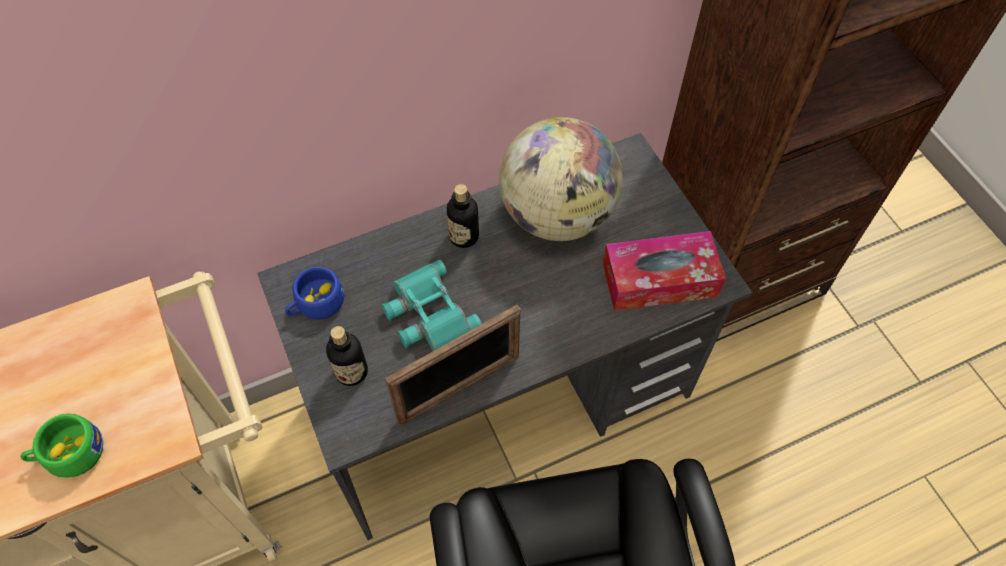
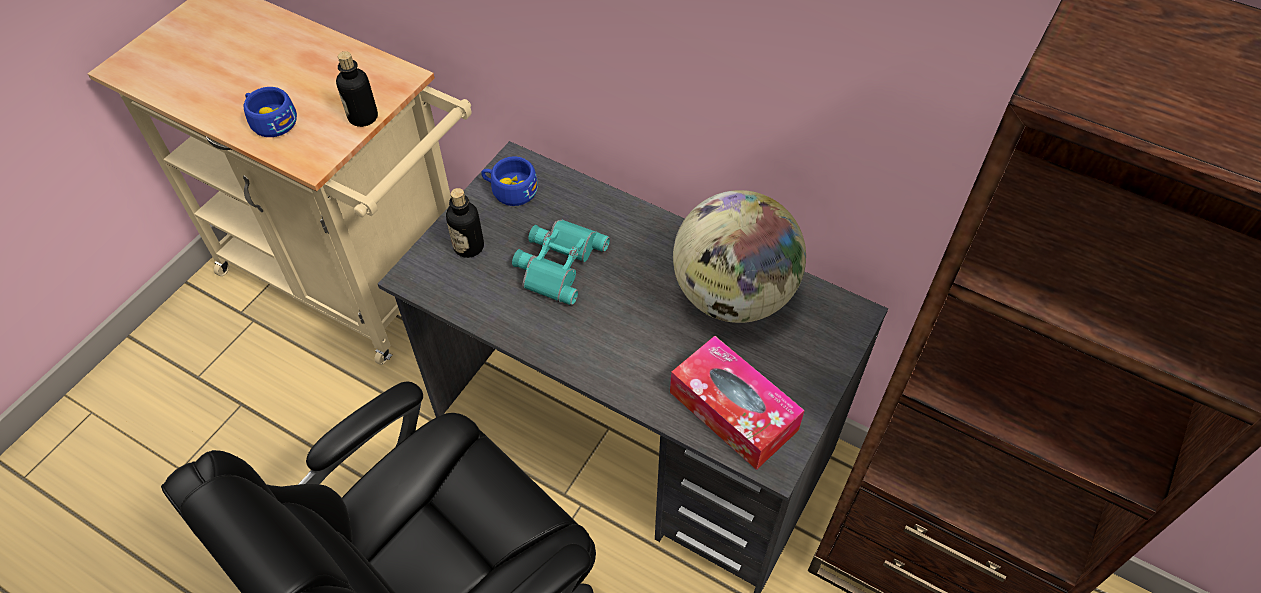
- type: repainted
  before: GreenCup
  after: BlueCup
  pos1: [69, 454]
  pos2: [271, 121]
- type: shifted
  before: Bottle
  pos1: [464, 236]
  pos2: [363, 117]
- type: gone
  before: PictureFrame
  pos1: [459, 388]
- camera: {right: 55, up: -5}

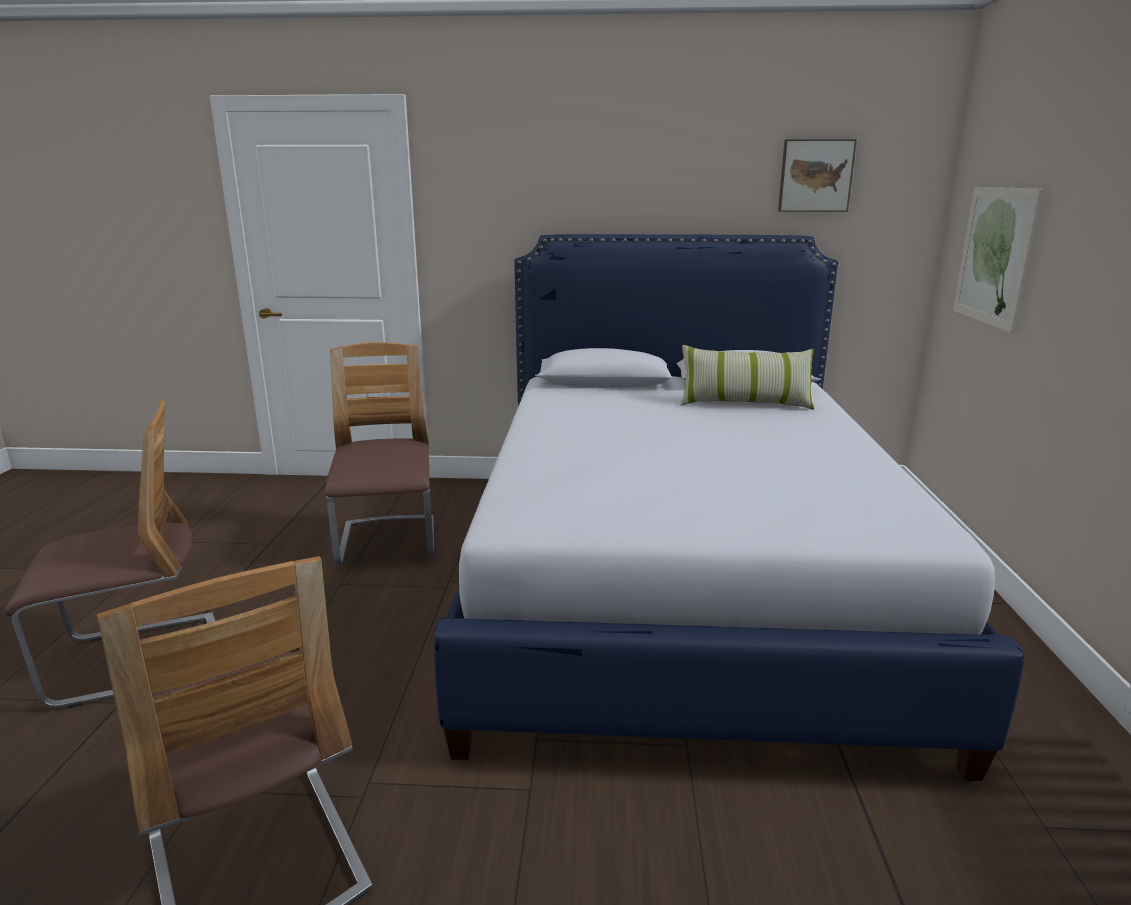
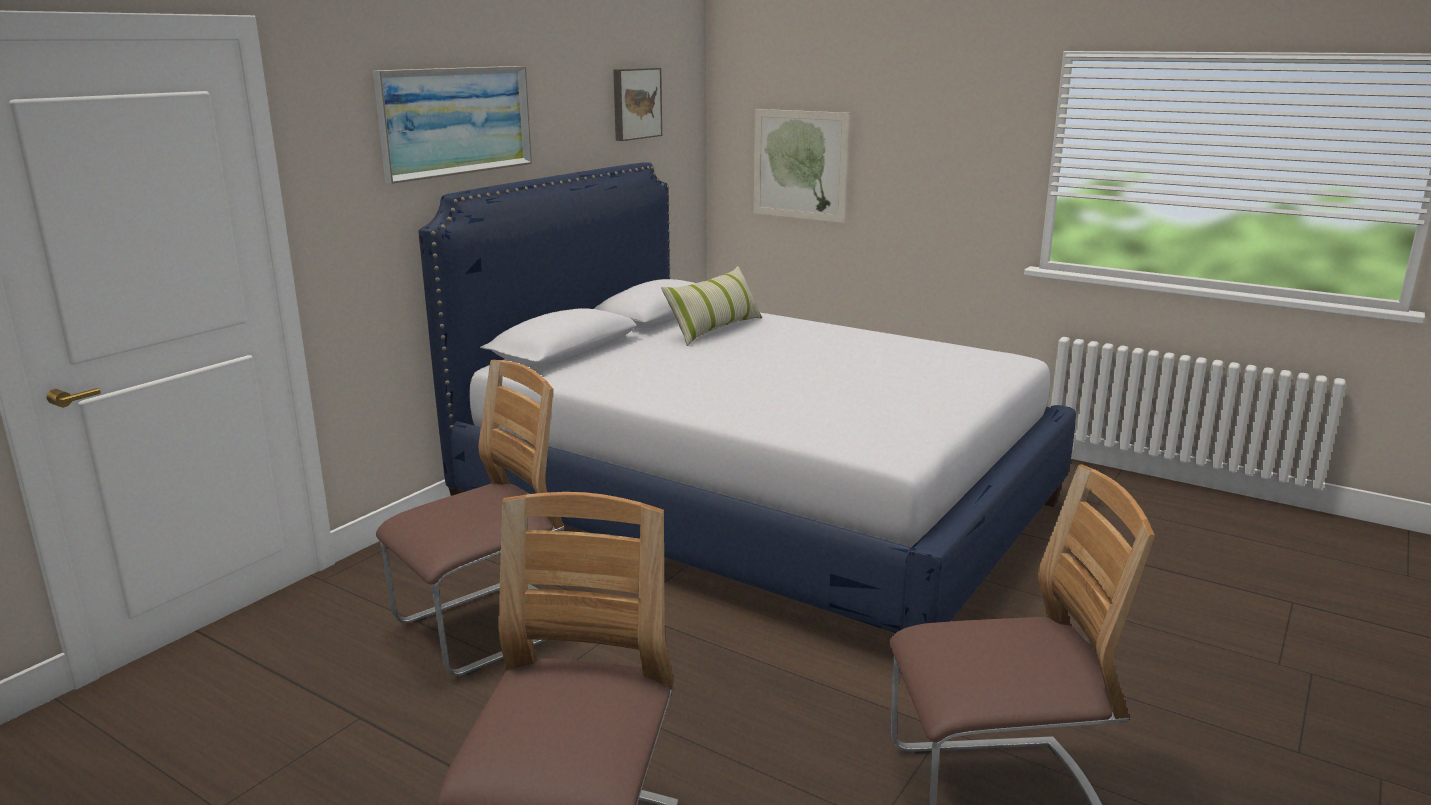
- type: new
  after: Picture
  pos2: [456, 121]
- type: rotated
  before: Chair
  pos1: [388, 543]
  pos2: [485, 628]
  turn: 120
- camera: {right: -60, up: 0}

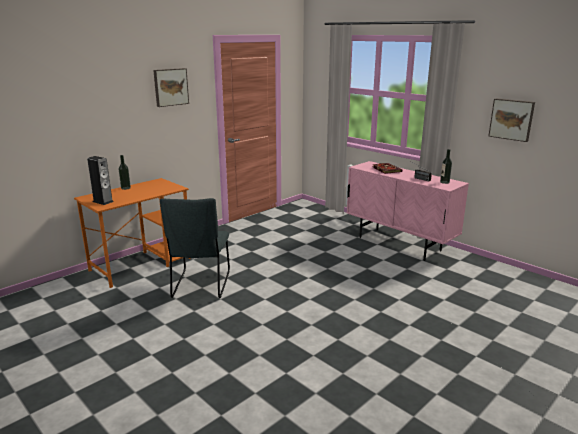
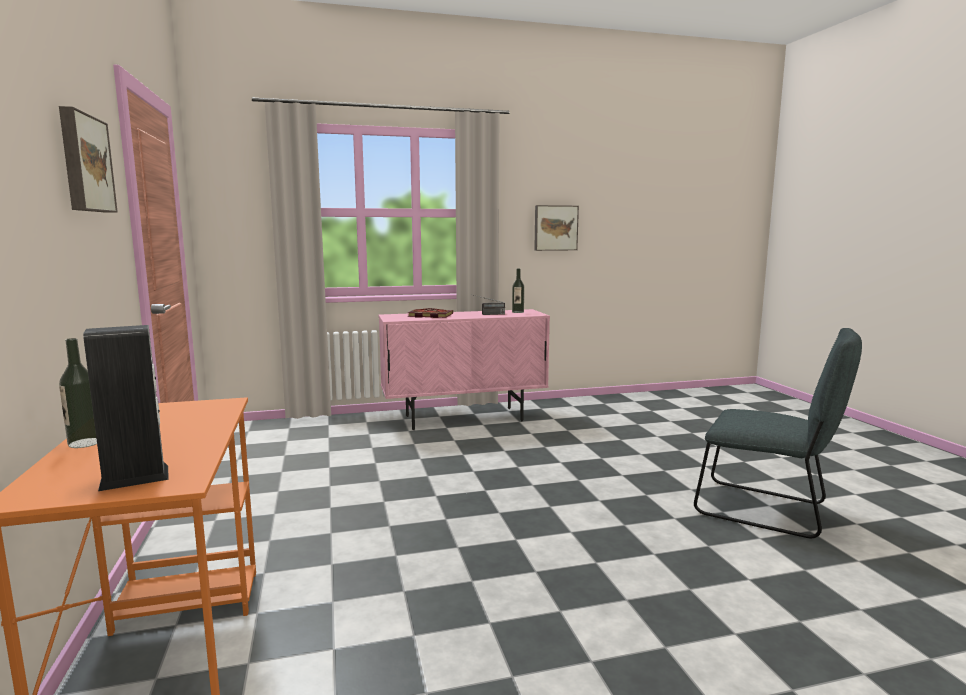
- type: shifted
  before: GreyChair
  pos1: [200, 286]
  pos2: [767, 510]
- camera: {right: -60, up: -10}

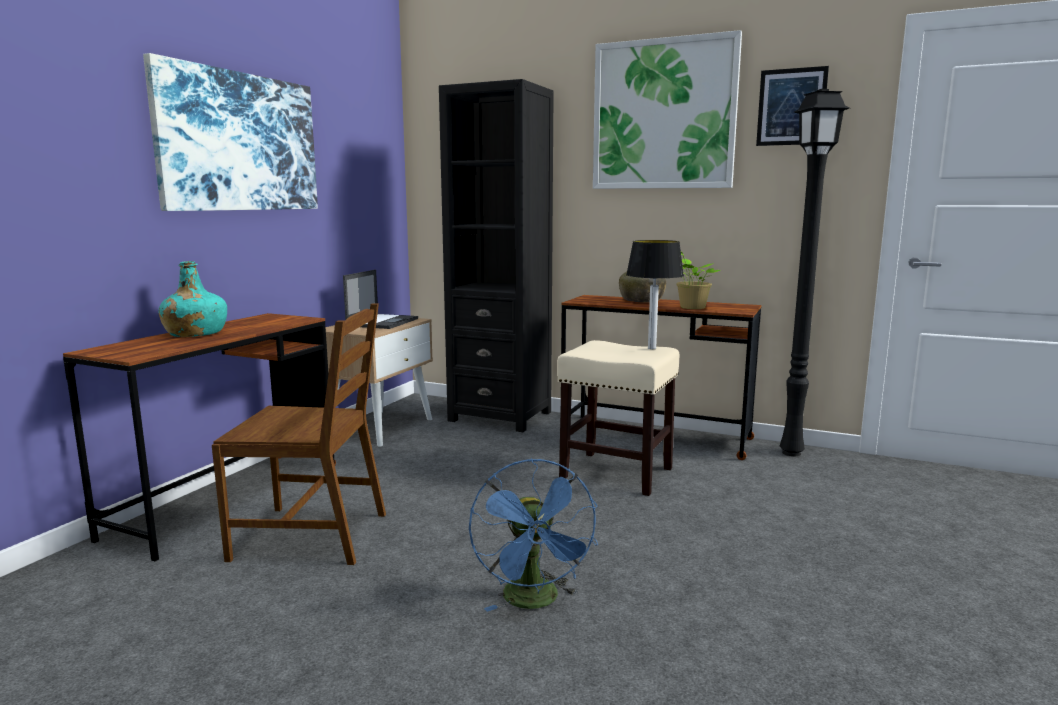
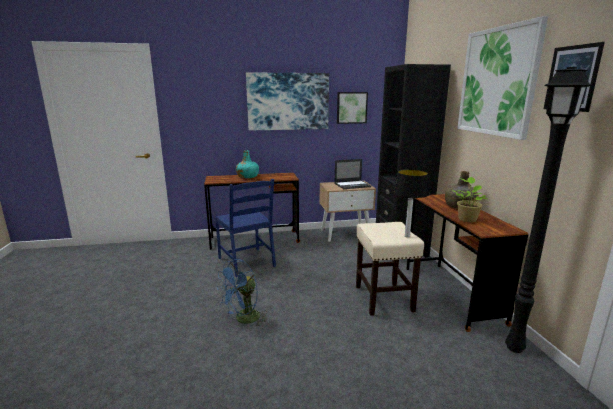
- type: repainted
  before: BrownChair
  after: BlueChair
  pos1: [313, 535]
  pos2: [247, 262]
- type: new
  after: Picture
  pos2: [351, 107]
- camera: {right: 55, up: 5}

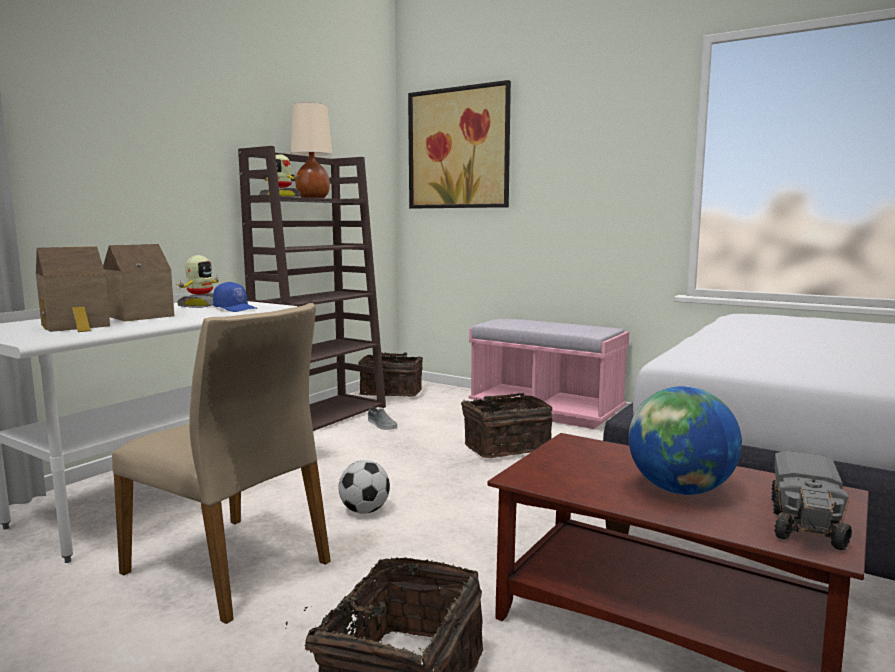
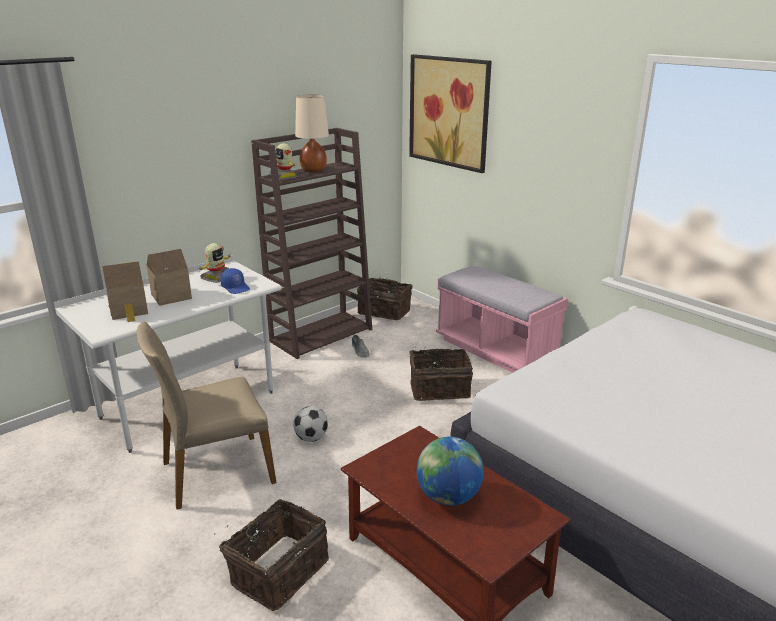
- type: rotated
  before: BeigeChair
  pos1: [231, 566]
  pos2: [216, 471]
  turn: 105
- type: gone
  before: ToyTruck
  pos1: [806, 522]
- camera: {right: 15, up: 15}

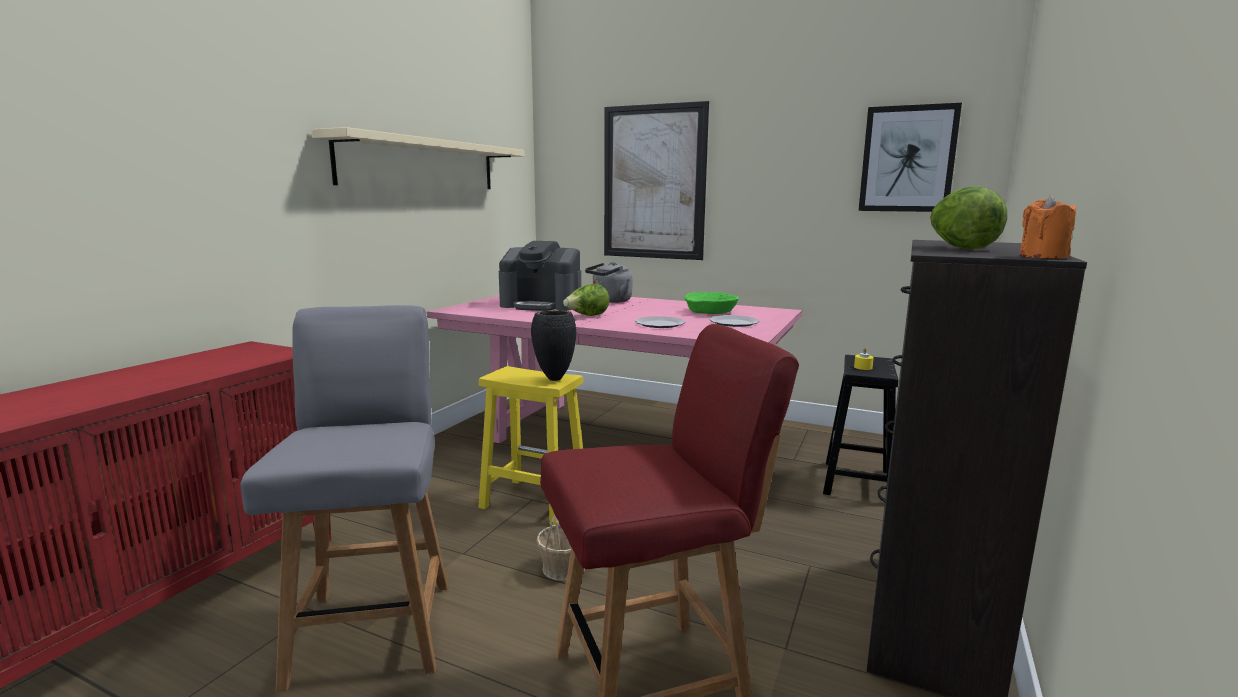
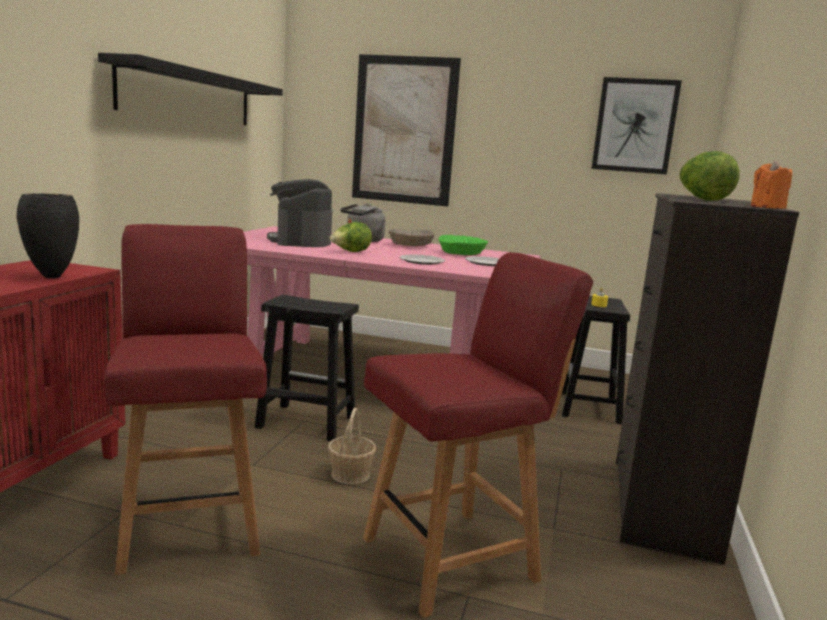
- type: shifted
  before: BlackVase
  pos1: [554, 379]
  pos2: [51, 277]
- type: repainted
  before: BeigeShelf
  after: BlackShelf
  pos1: [421, 164]
  pos2: [189, 96]
- type: repainted
  before: GreyChair
  after: RedChair
  pos1: [374, 628]
  pos2: [189, 524]
- type: repainted
  before: YellowStool
  after: BlackStool
  pos1: [532, 501]
  pos2: [305, 422]
- type: rotated
  before: CoffeeMachine
  pos1: [542, 305]
  pos2: [300, 241]
  turn: 75
- type: new
  after: BeigeBowl
  pos2: [410, 245]
- camera: {right: -10, up: 0}

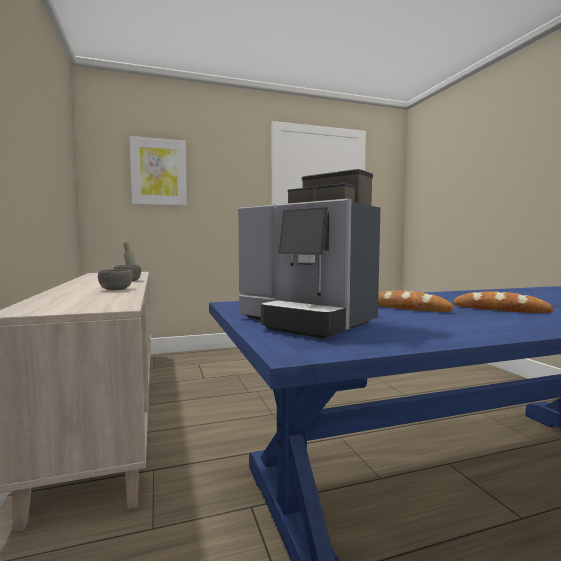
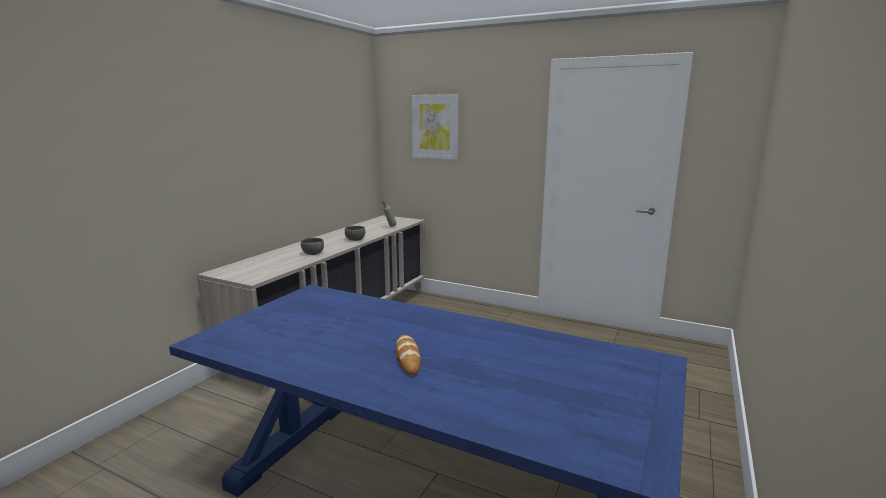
- type: gone
  before: CoffeeMachine
  pos1: [307, 322]
- type: gone
  before: Bread
  pos1: [408, 308]
- camera: {right: 45, up: 10}

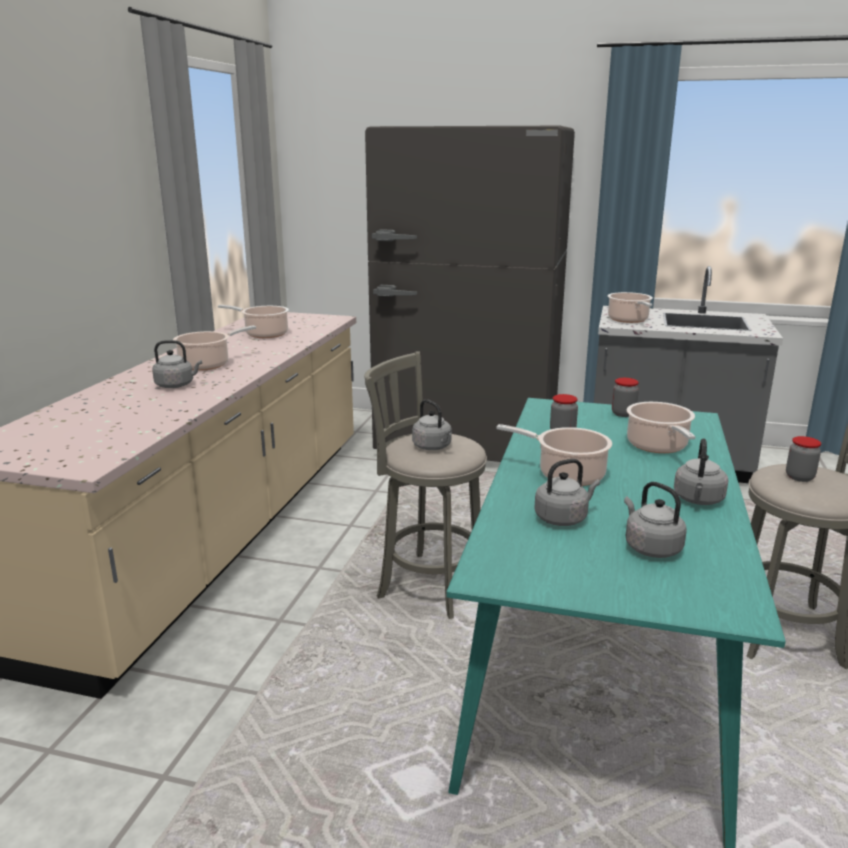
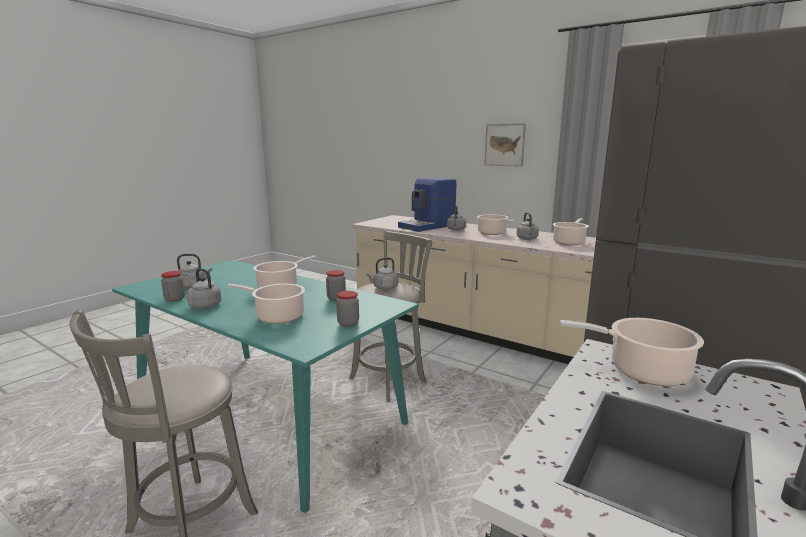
- type: shifted
  before: Jar
  pos1: [799, 477]
  pos2: [174, 299]
- type: new
  after: CoffeeMachine
  pos2: [428, 226]
- type: new
  after: Picture
  pos2: [504, 145]
- type: shifted
  before: GreyKettle
  pos1: [563, 518]
  pos2: [527, 239]
- camera: {right: 110, up: -5}

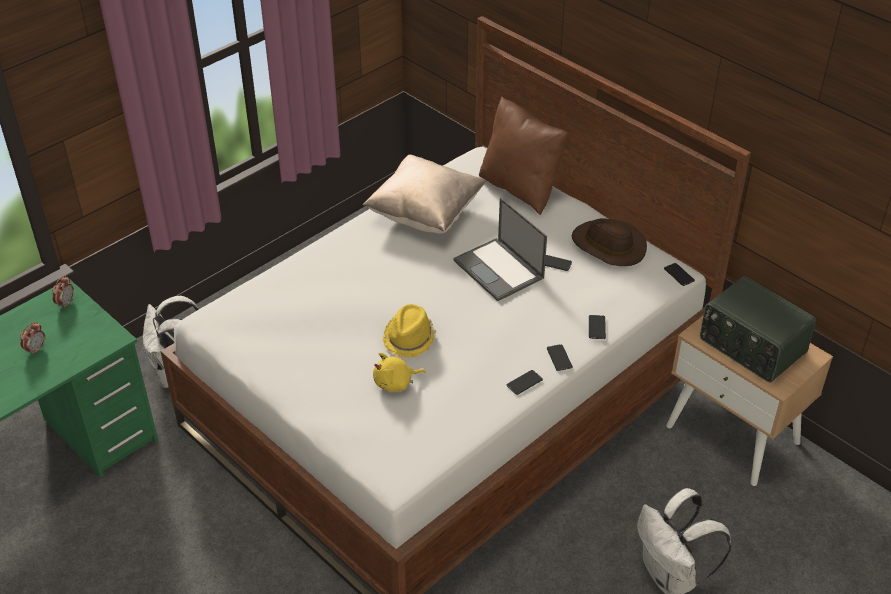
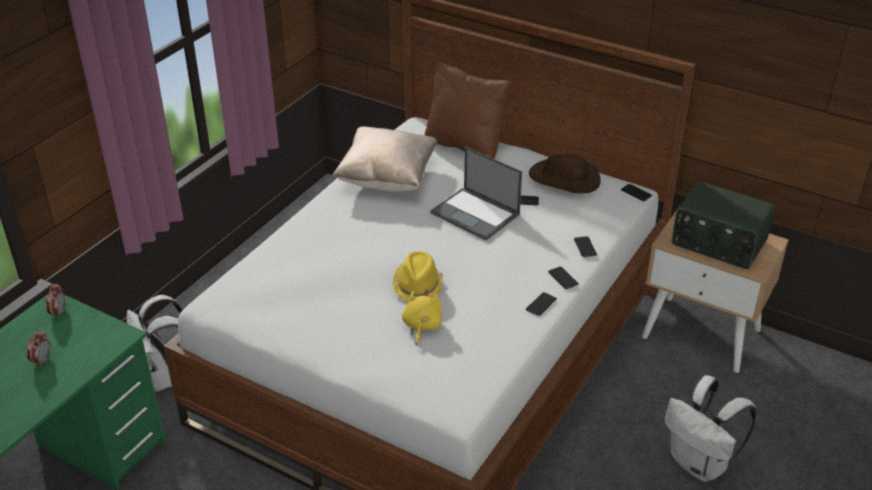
- type: rotated
  before: YellowPlushToy
  pos1: [395, 383]
  pos2: [421, 326]
  turn: 135
- camera: {right: -15, up: -5}

